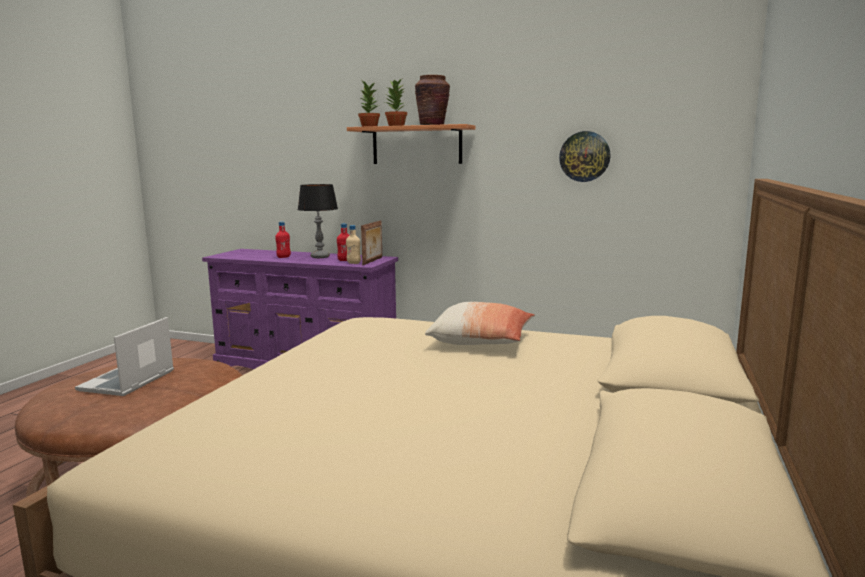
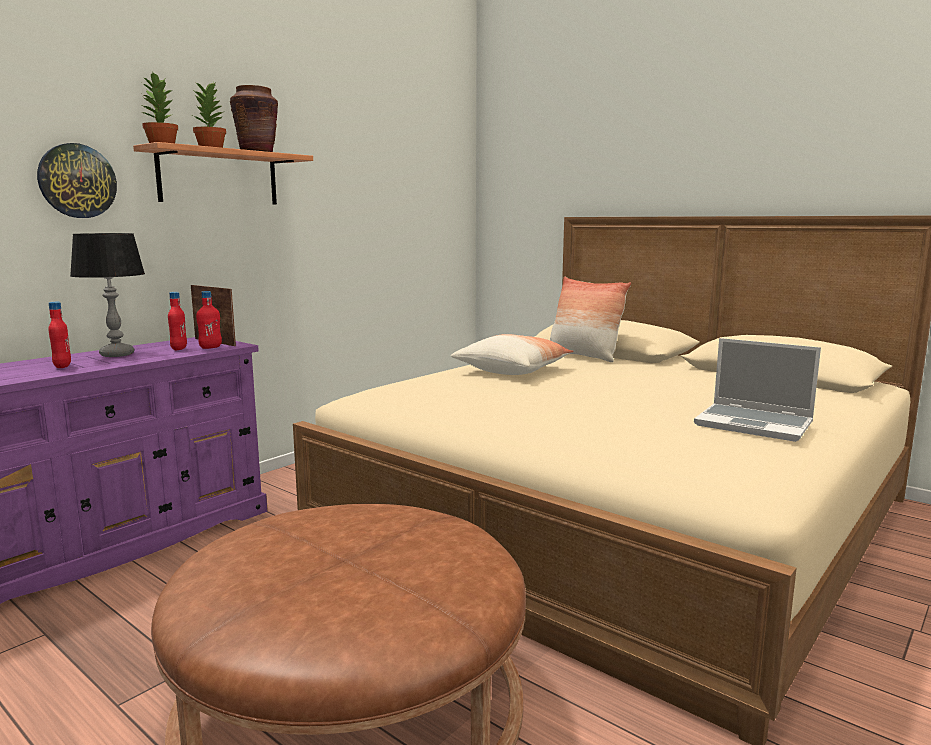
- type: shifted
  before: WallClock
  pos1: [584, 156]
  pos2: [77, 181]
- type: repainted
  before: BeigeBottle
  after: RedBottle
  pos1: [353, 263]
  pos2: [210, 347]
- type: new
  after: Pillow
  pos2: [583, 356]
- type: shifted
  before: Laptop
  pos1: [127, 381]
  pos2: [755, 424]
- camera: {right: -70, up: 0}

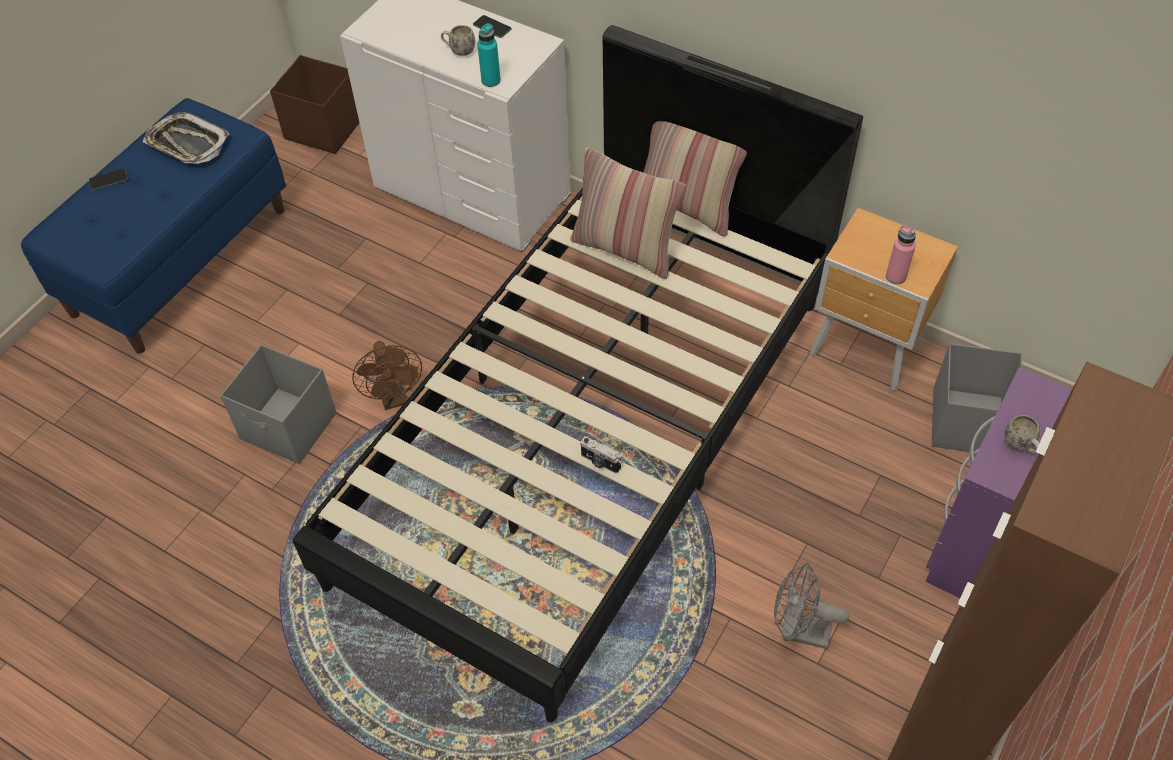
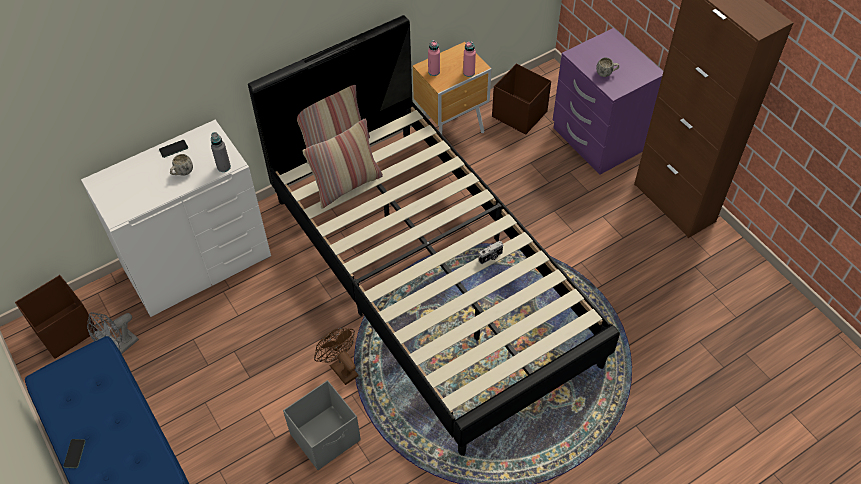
- type: shifted
  before: GreyFan
  pos1: [798, 631]
  pos2: [119, 348]
- type: repainted
  before: TurquoiseBottle
  after: GreyBottle
  pos1: [491, 80]
  pos2: [224, 167]
- type: rotated
  before: BrownFan
  pos1: [394, 398]
  pos2: [340, 368]
  turn: -135
- type: new
  after: PinkBottle
  pos2: [434, 72]
- type: repainted
  before: GreyStorageBox
  after: BrownStorageBox
  pos1: [967, 421]
  pos2: [519, 114]
- type: gone
  before: Tray
  pos1: [187, 144]
- camera: {right: -65, up: 0}

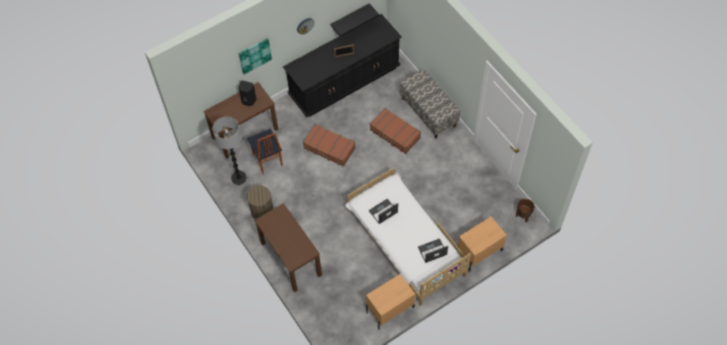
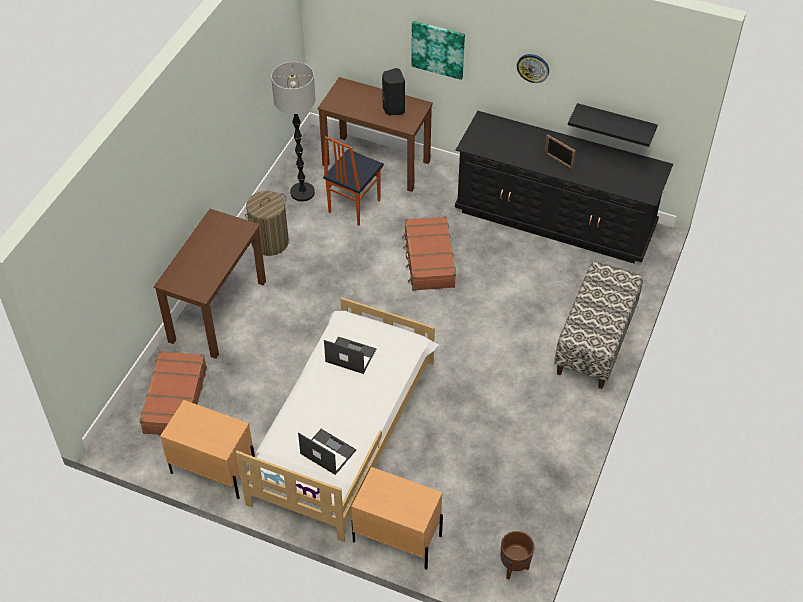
- type: shifted
  before: BrownSuitcase
  pos1: [395, 134]
  pos2: [174, 400]
- camera: {right: 55, up: -10}

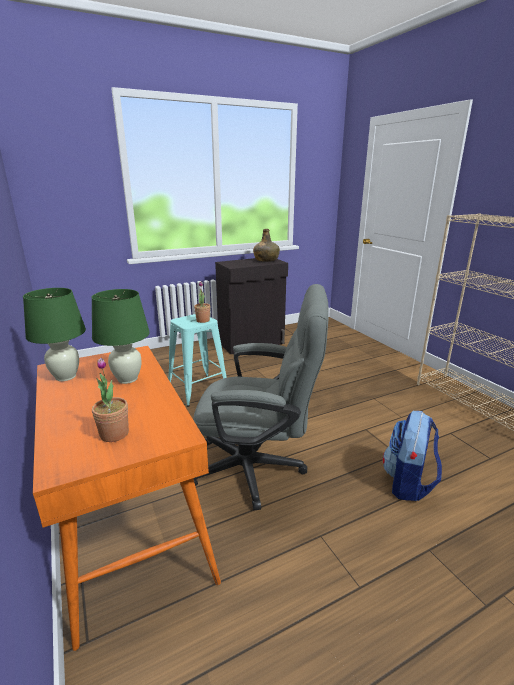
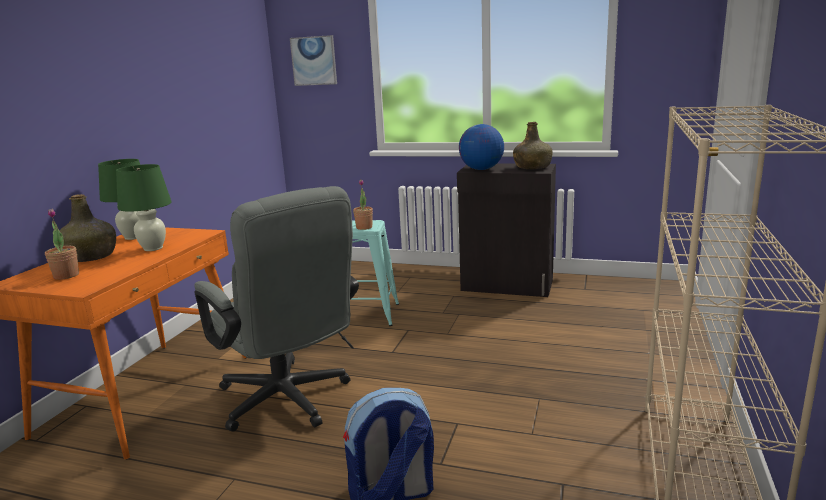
- type: new
  after: GreenBottle
  pos2: [91, 257]
- type: new
  after: Picture
  pos2: [314, 61]
- type: new
  after: Globe
  pos2: [481, 169]
- camera: {right: 45, up: -5}

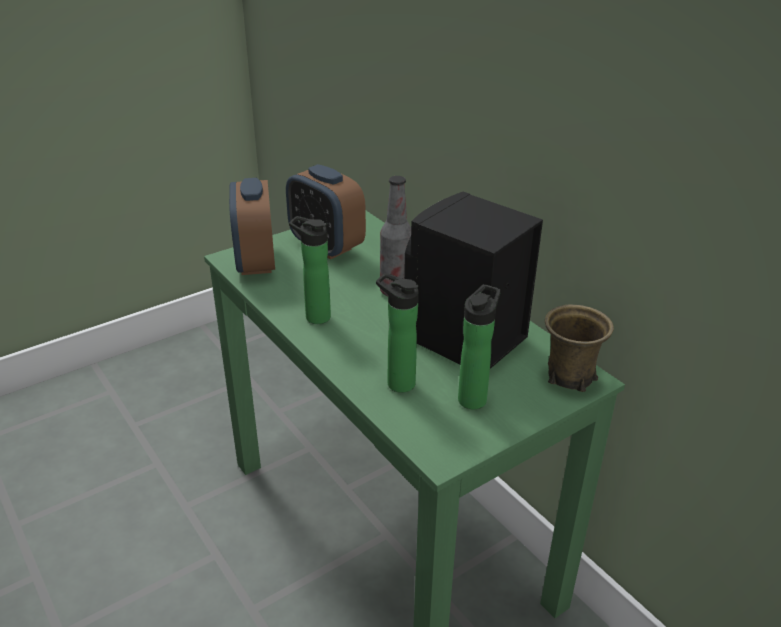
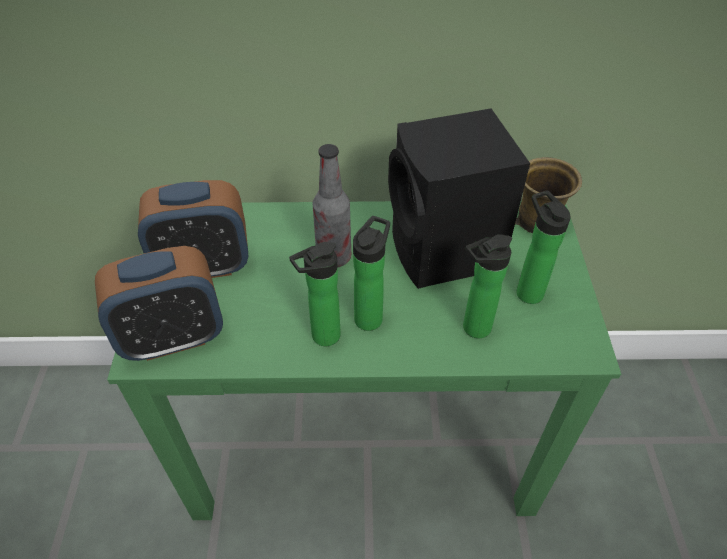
- type: rotated
  before: AlarmClock
  pos1: [256, 262]
  pos2: [173, 337]
  turn: -45
- type: new
  after: Bottle
  pos2: [370, 316]
- camera: {right: -55, up: 15}

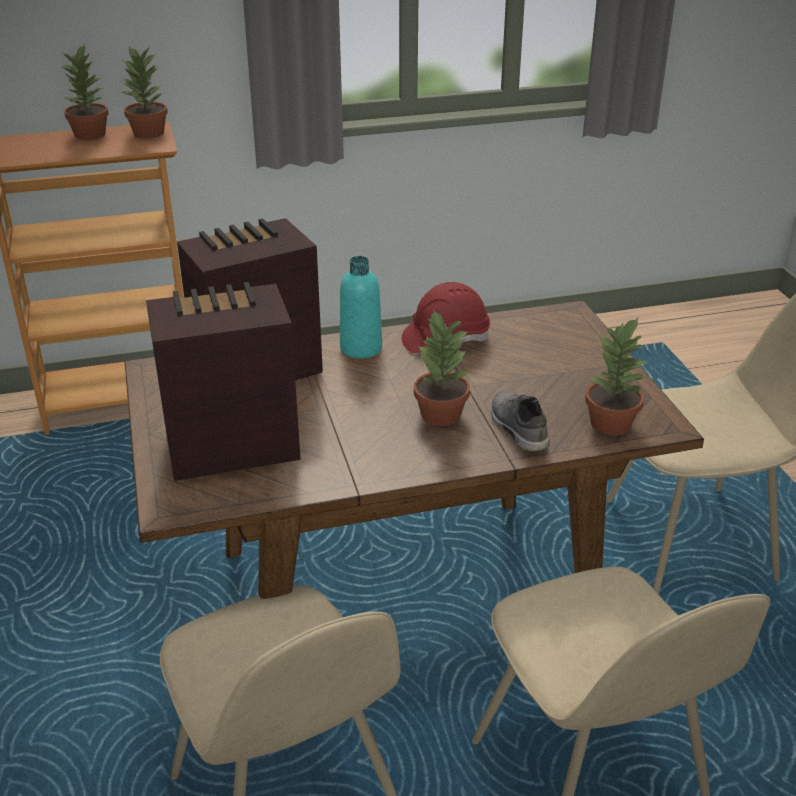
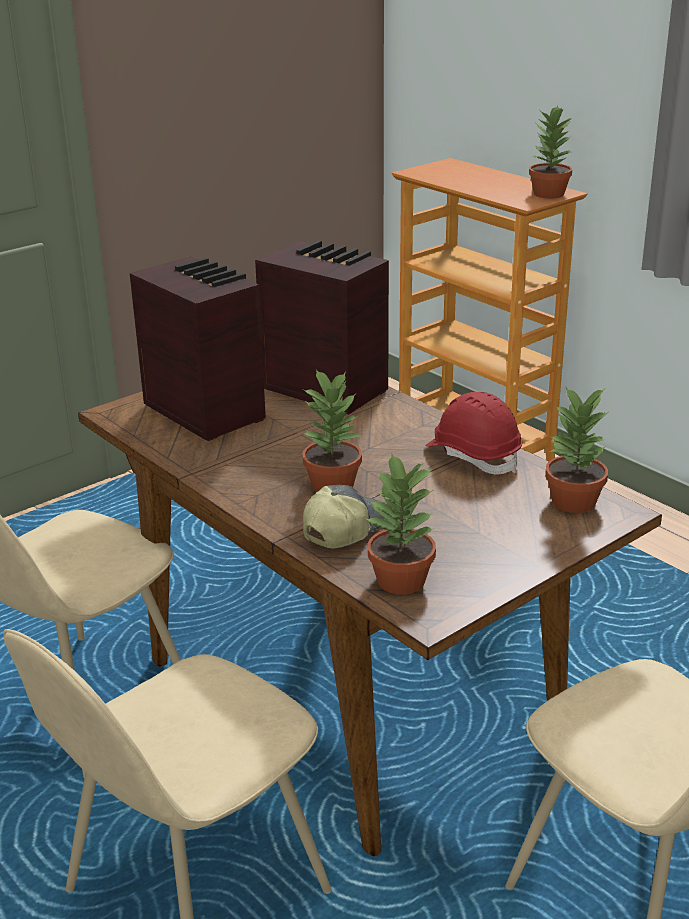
- type: swapped
  before: GreyShoe
  after: Cap
  pos1: [517, 428]
  pos2: [343, 528]
- type: shifted
  before: PottedPlant
  pos1: [91, 135]
  pos2: [574, 502]
- type: gone
  before: TurquoiseBottle
  pos1: [361, 348]
- camera: {right: 65, up: -5}

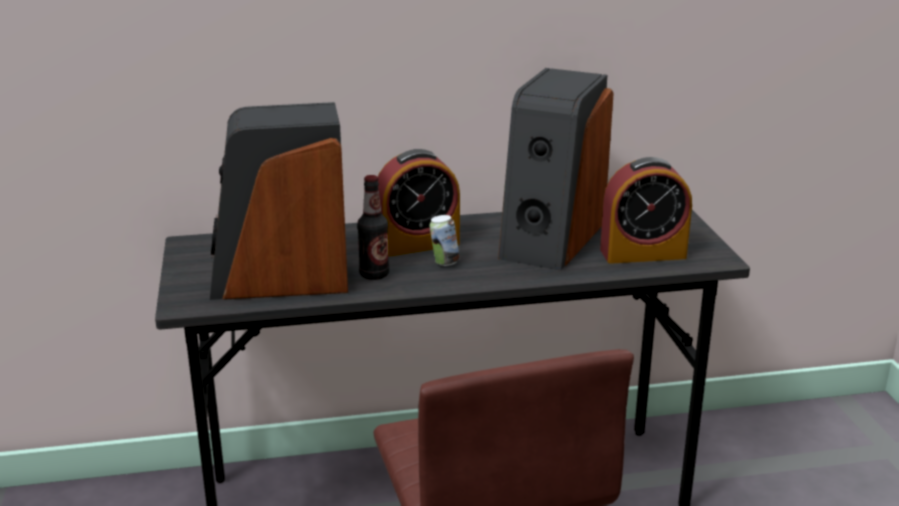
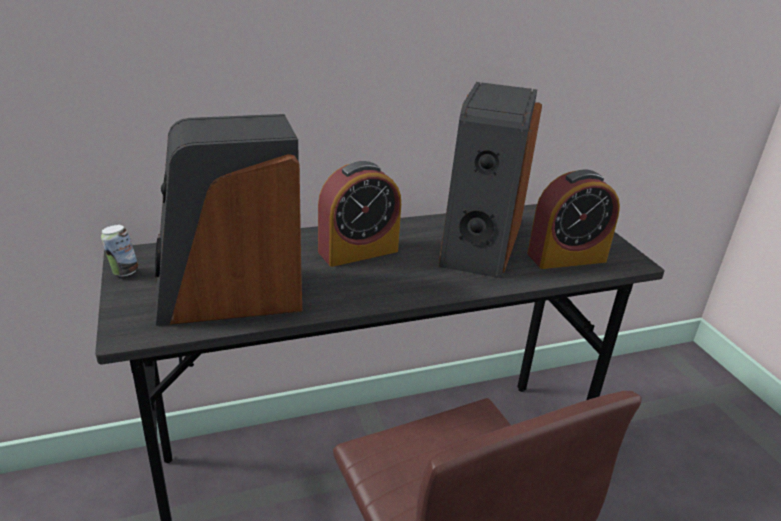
- type: shifted
  before: Can
  pos1: [444, 262]
  pos2: [123, 272]
- type: gone
  before: Bottle
  pos1: [374, 274]
- camera: {right: -10, up: 5}

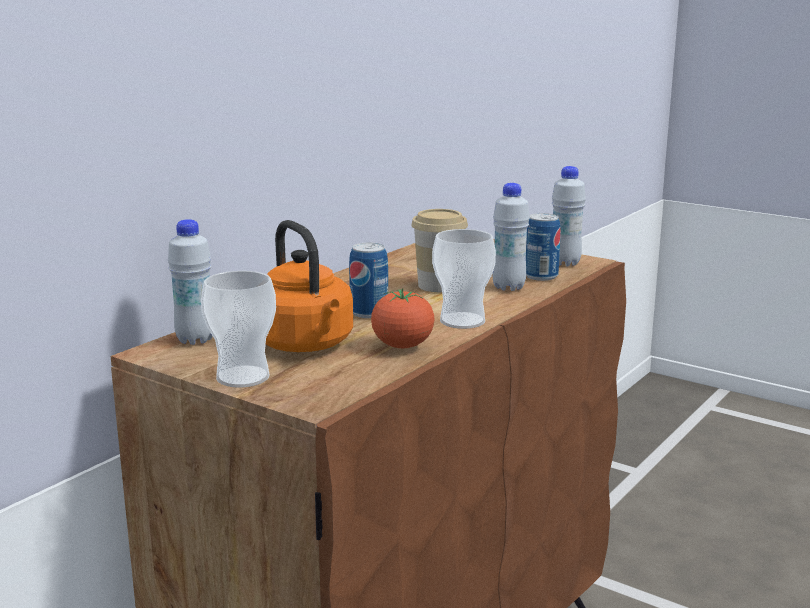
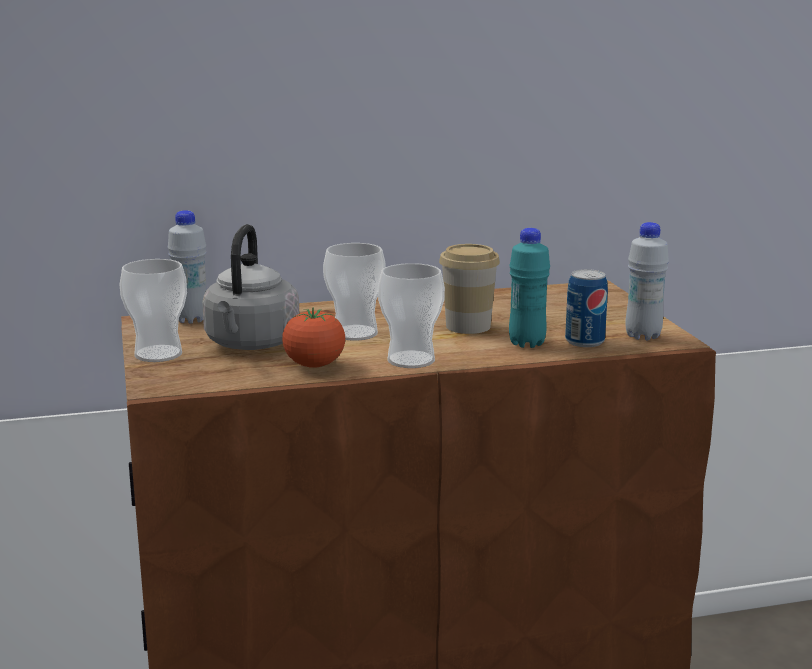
- type: repainted
  before: OrangeKettle
  after: GreyKettle
  pos1: [306, 345]
  pos2: [251, 344]
- type: swapped
  before: Can
  after: Cup
  pos1: [369, 313]
  pos2: [355, 333]
- type: repainted
  before: WhiteBottle
  after: TurquoiseBottle
  pos1: [508, 287]
  pos2: [527, 343]
- camera: {right: 40, up: 0}

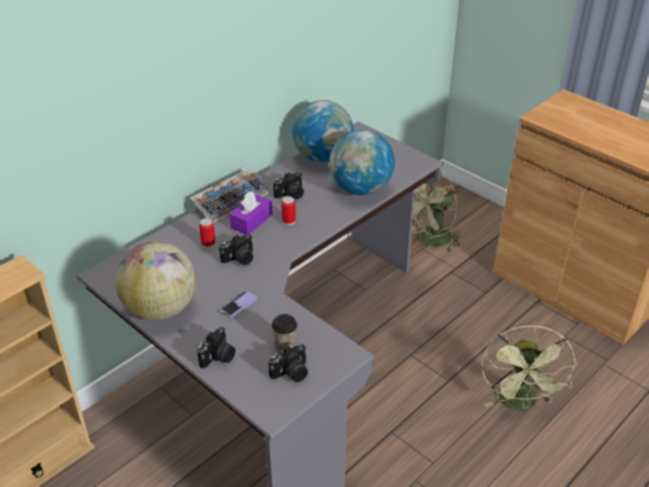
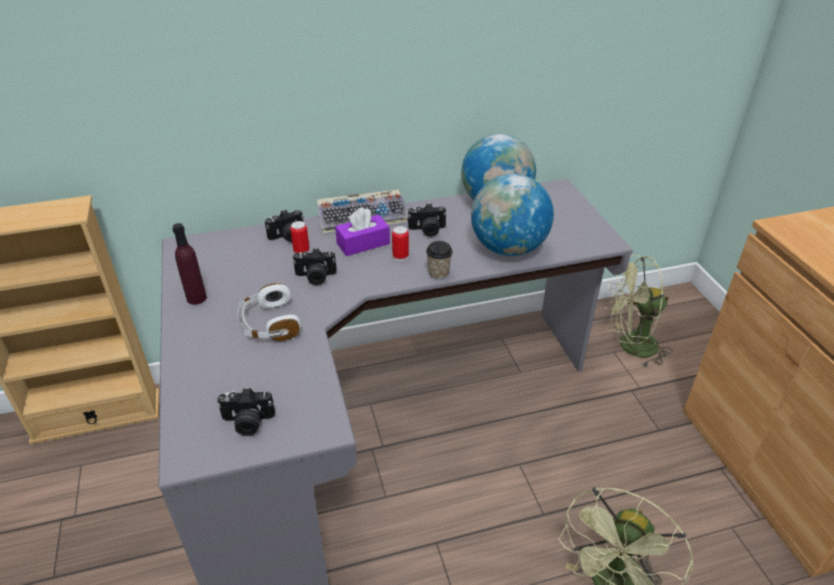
- type: swapped
  before: Globe
  after: PurpleBottle
  pos1: [160, 309]
  pos2: [196, 298]
- type: swapped
  before: Phone
  after: WhiteHeadphones
  pos1: [238, 305]
  pos2: [269, 324]
- type: shifted
  before: PhotoCamera
  pos1: [218, 357]
  pos2: [288, 237]
- type: shifted
  before: Cup
  pos1: [285, 344]
  pos2: [438, 273]
- camera: {right: 30, up: 0}

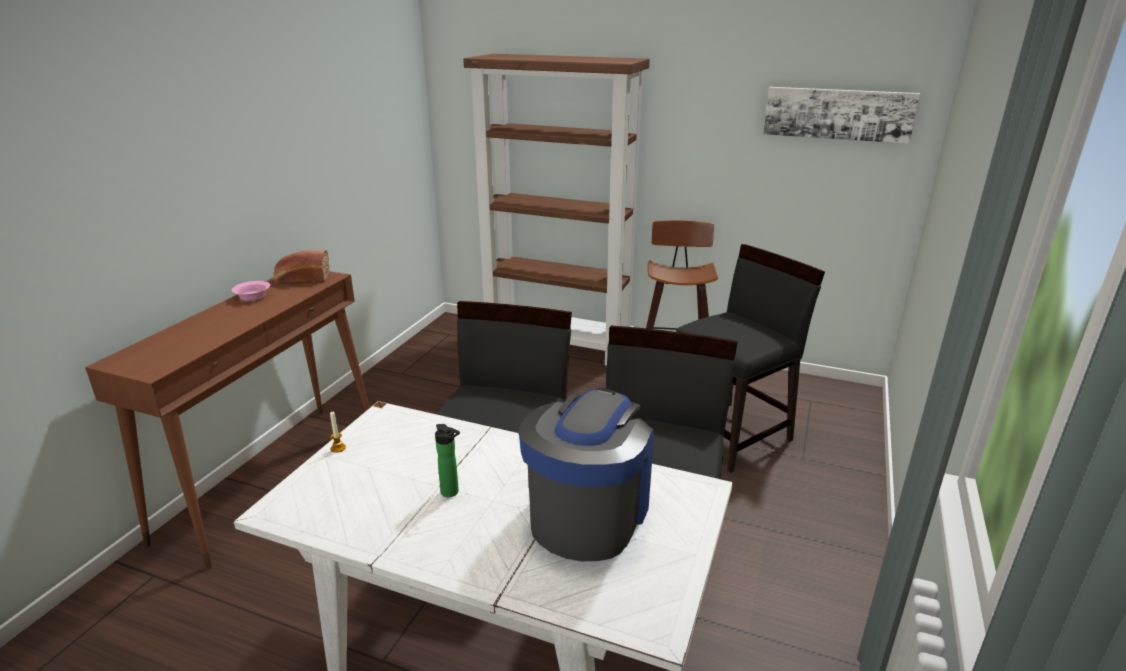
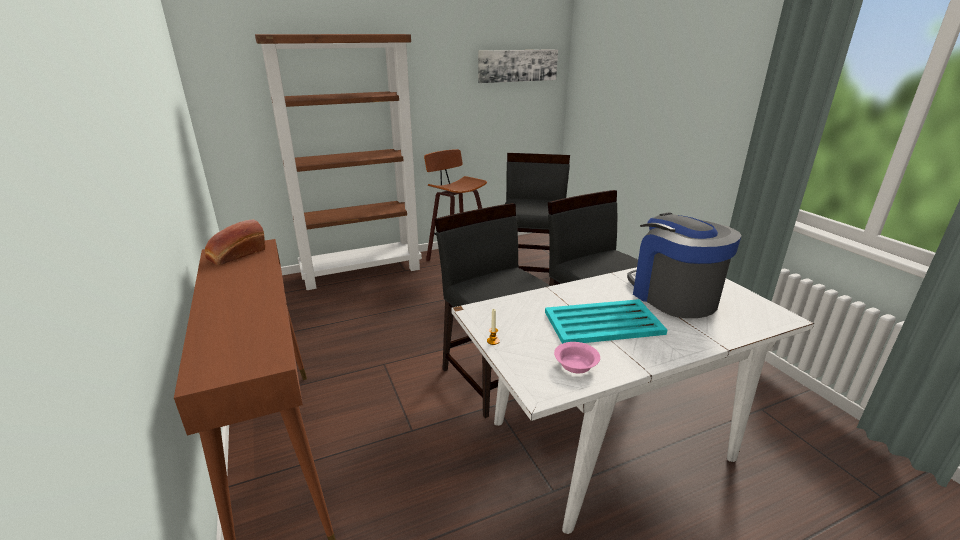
- type: swapped
  before: Bottle
  after: TurquoiseTray
  pos1: [452, 493]
  pos2: [604, 323]
- type: shifted
  before: PinkBowl
  pos1: [252, 296]
  pos2: [574, 365]
- camera: {right: -45, up: 0}

